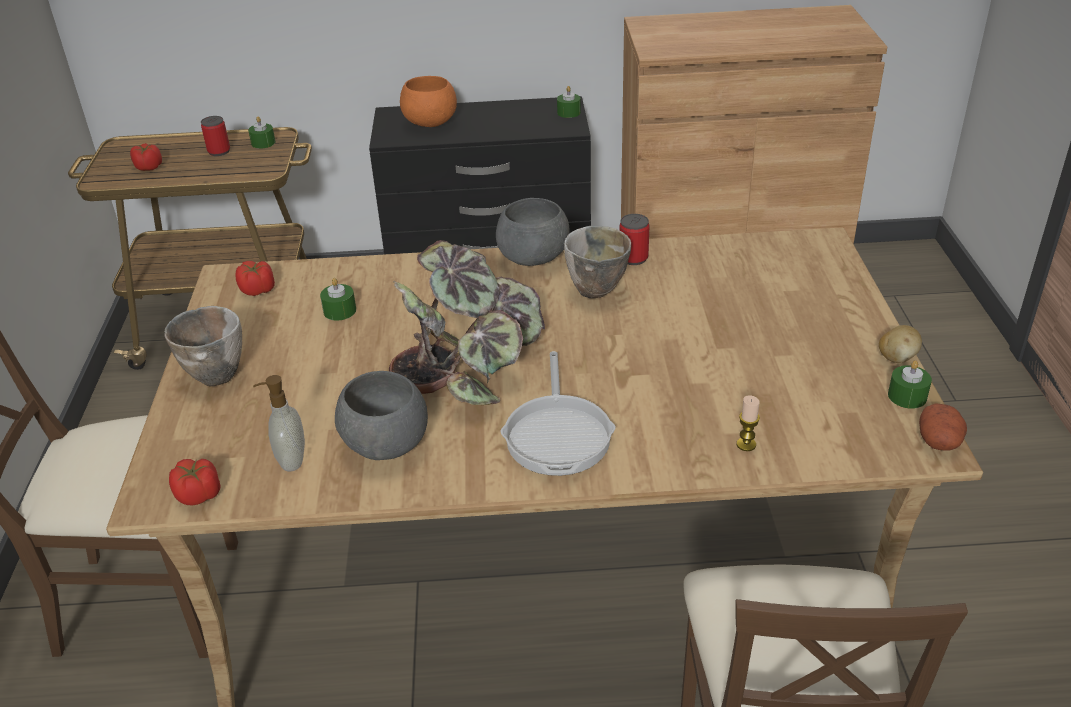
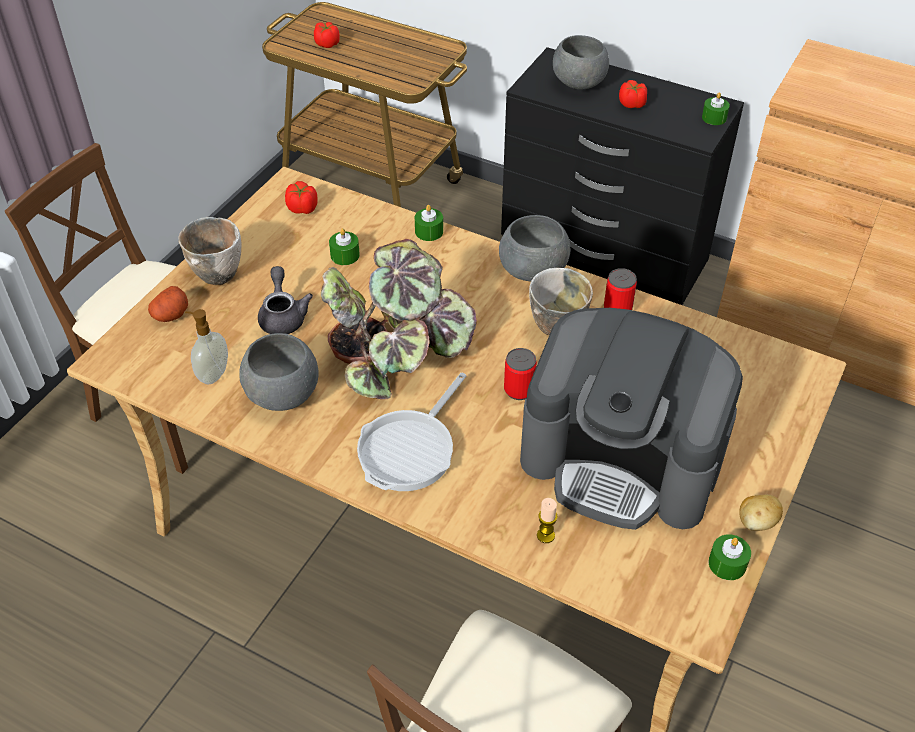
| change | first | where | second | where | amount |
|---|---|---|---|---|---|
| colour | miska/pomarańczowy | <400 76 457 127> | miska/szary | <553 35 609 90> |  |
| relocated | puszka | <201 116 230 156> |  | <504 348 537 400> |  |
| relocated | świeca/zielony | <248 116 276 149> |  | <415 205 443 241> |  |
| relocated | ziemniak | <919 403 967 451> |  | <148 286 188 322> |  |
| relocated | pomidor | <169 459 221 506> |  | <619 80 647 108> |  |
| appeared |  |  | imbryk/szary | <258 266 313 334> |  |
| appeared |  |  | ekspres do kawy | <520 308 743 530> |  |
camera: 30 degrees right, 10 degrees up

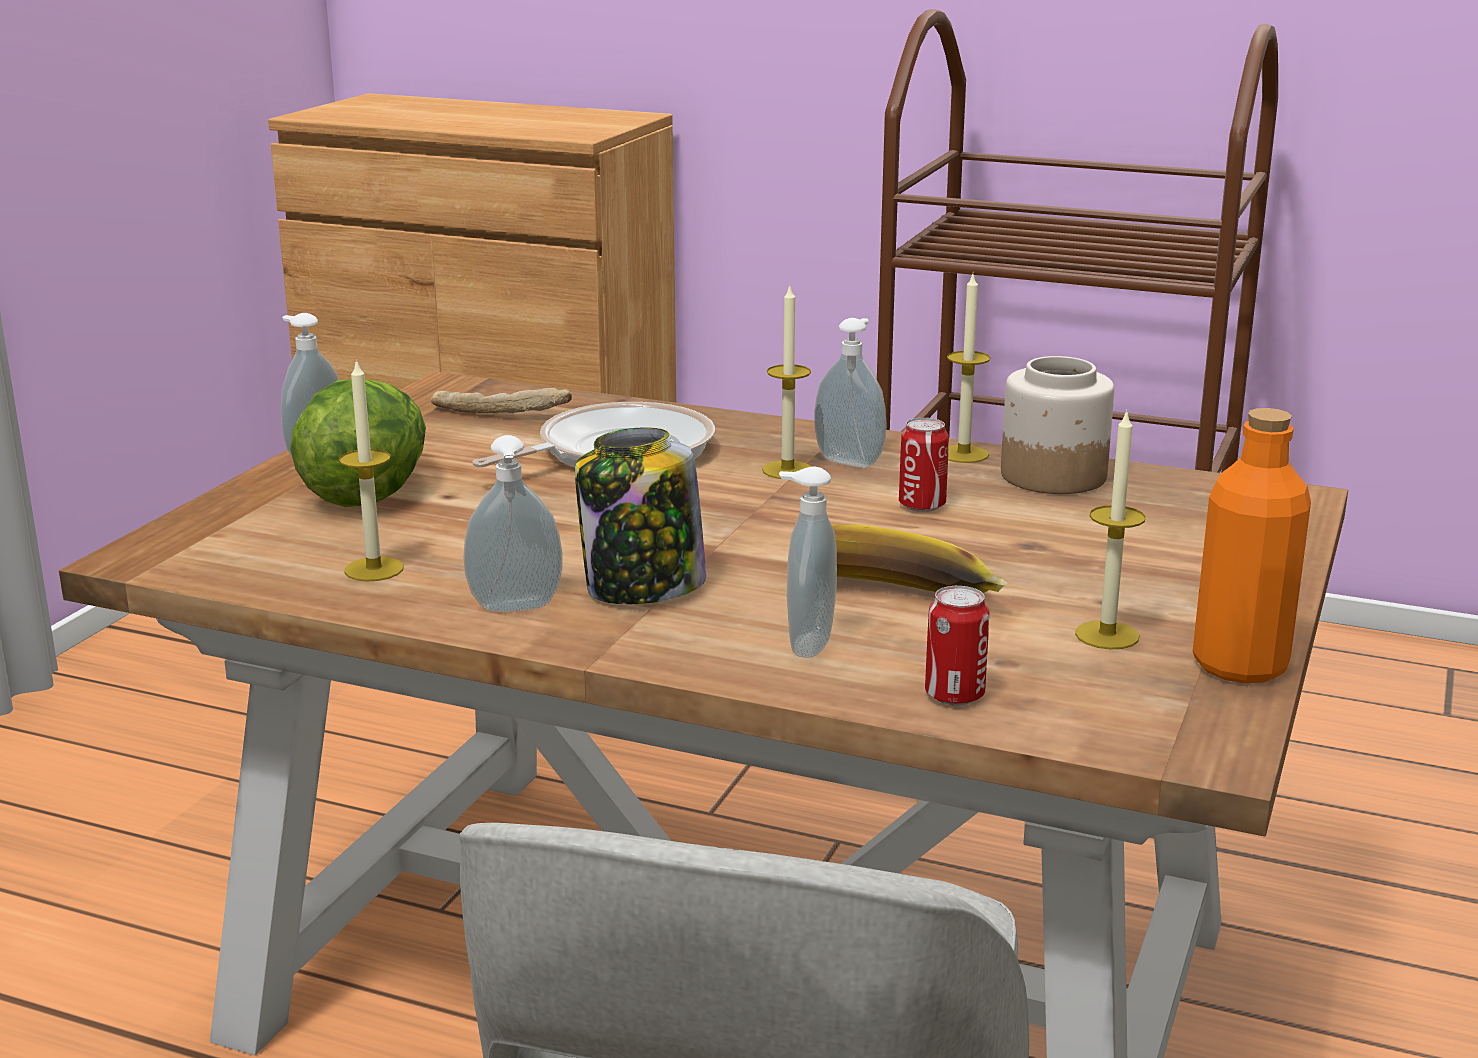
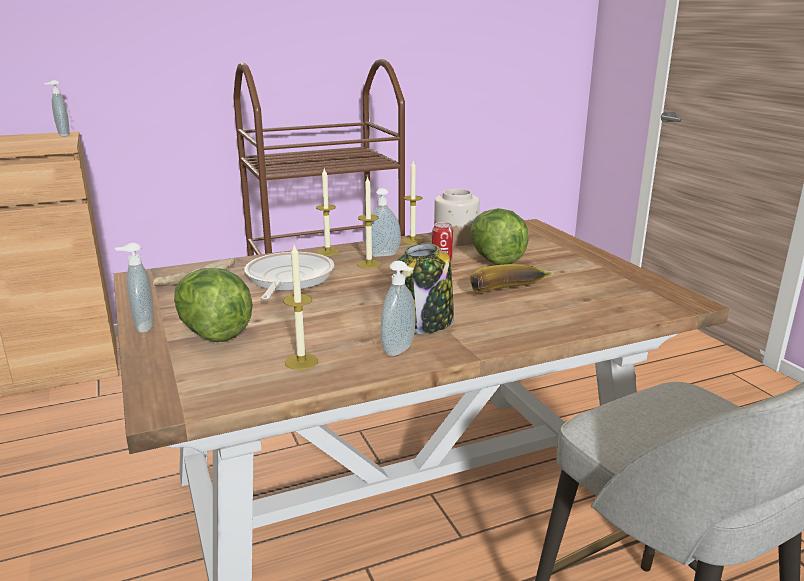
| change | first | where | second | where | amount |
|---|---|---|---|---|---|
| missing | butelka/pomarańczowy | <1193 408 1311 683> |  |  |  |
| relocated | świeca | <1075 409 1146 649> |  | <316 169 339 256> |  |
| relocated | dozownik mydła | <779 467 837 658> |  | <44 80 70 137> |  |
| missing | puszka | <925 586 989 705> |  |  |  |
| appeared |  |  | sałata | <470 208 529 265> |  |
camera: 45 degrees left, 0 degrees up

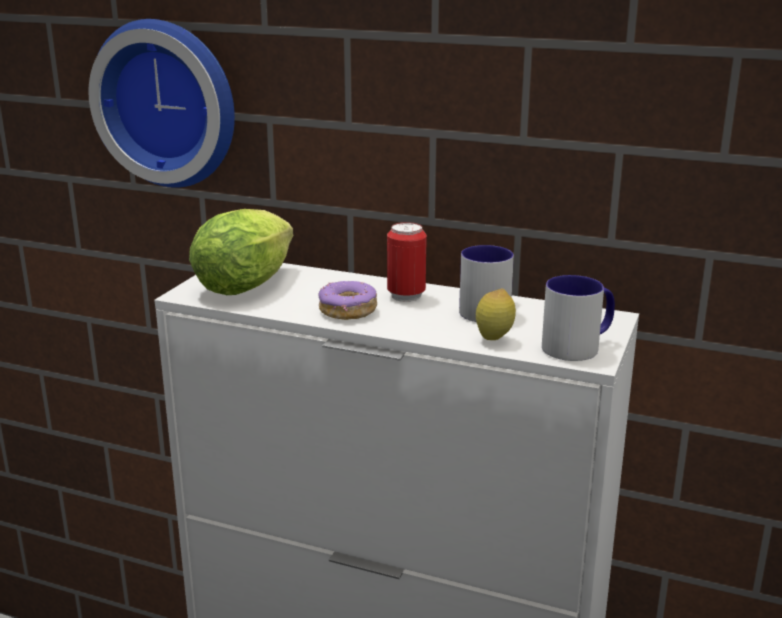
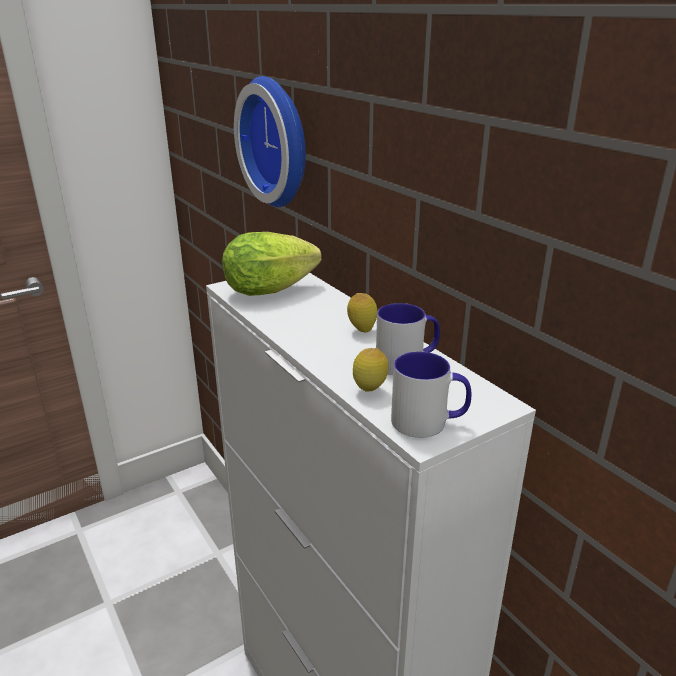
| change | first | where | second | where | amount |
|---|---|---|---|---|---|
| exchanged | puszka | <387 222 427 302> | cytryna | <347 293 378 332> |  |
| missing | donut | <318 281 377 320> |  |  |  |
camera: 35 degrees right, 5 degrees up

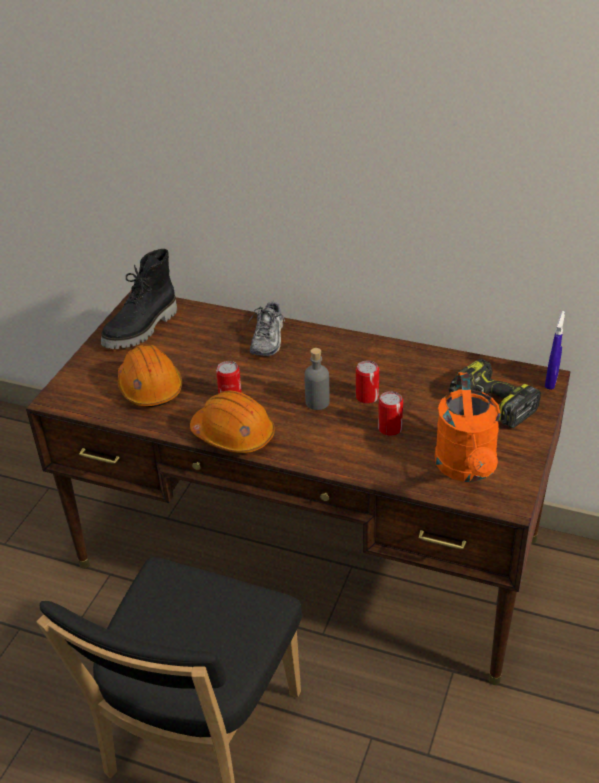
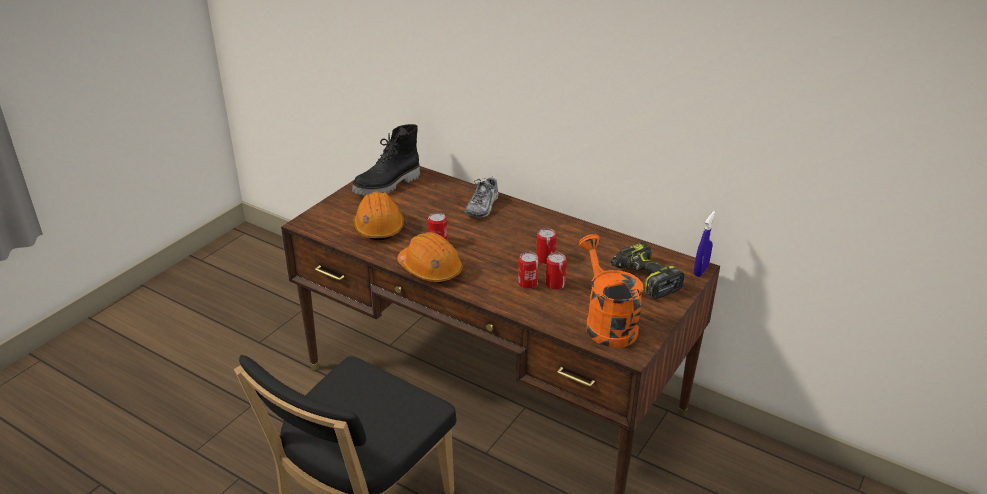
| change | first | where | second | where | amount |
|---|---|---|---|---|---|
| missing | butelka/szary | <304 348 330 410> |  |  |  |
| spun | konewka/pomarańczowy | <435 372 501 482> |  | <579 234 644 348> | 150 degrees clockwise |
| appeared |  |  | puszka | <518 252 539 289> |  |
camera: 10 degrees right, 5 degrees down

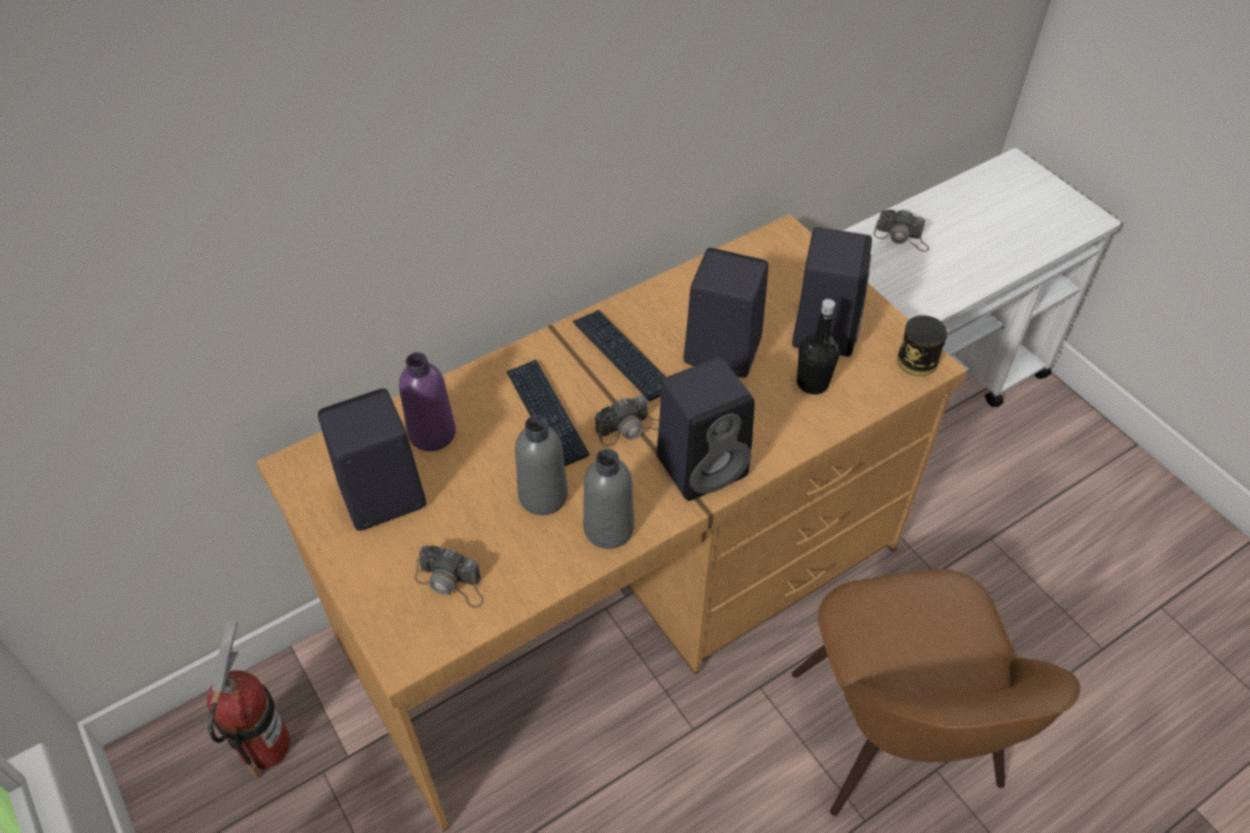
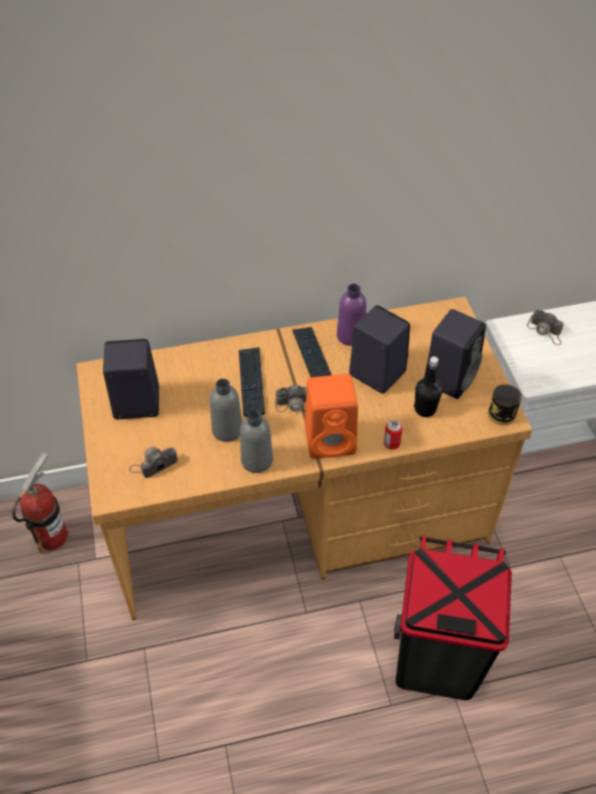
| change | first | where | second | where | amount |
|---|---|---|---|---|---|
| relocated | butelka/fioletowy | <399 352 456 451> |  | <337 284 366 346> |  |
| colour | głośnik/czarny | <657 357 755 501> | głośnik/pomarańczowy | <305 374 358 459> |  |
| spun | aparat fotograficzny | <414 545 484 608> |  | <129 447 178 478> | 105 degrees clockwise |
| exchanged | krzesło/brązowy | <792 569 1080 816> | kosz na śmieci/czarny | <394 535 512 700> |  |
| appeared |  |  | puszka | <384 420 403 450> |  |
camera: 20 degrees right, 0 degrees up

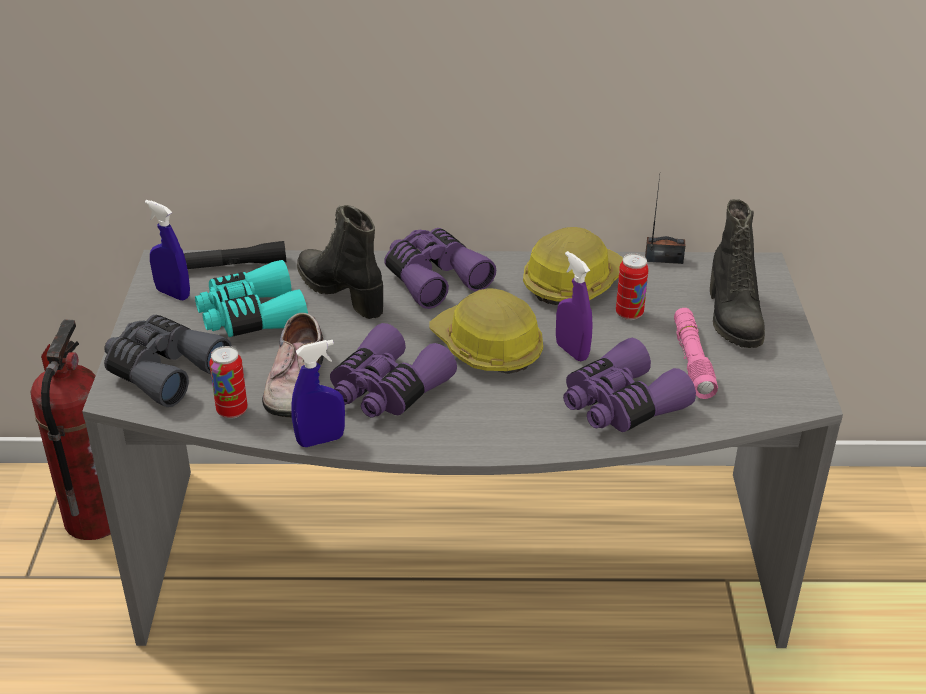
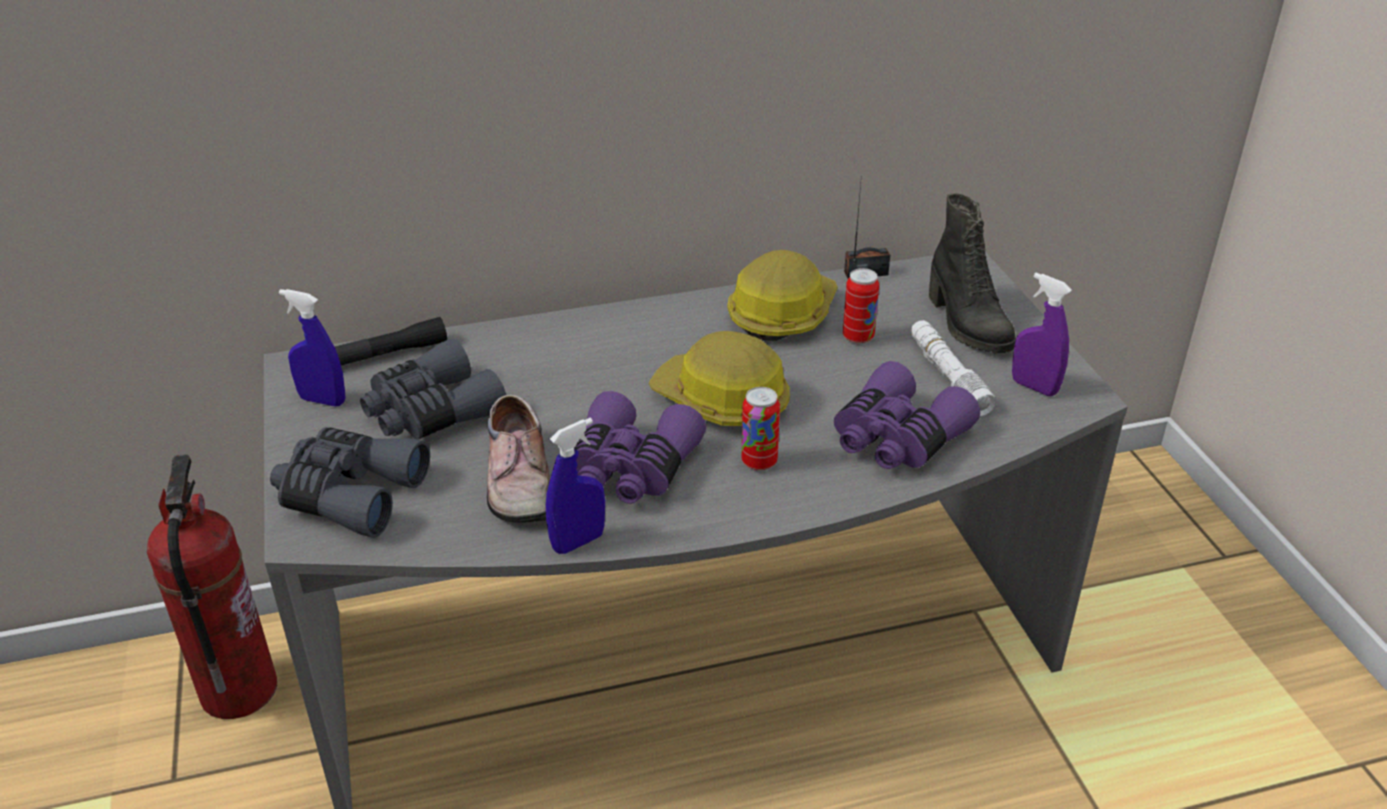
| change | first | where | second | where | amount |
|---|---|---|---|---|---|
| missing | but z cholewką/czarny | <297 205 383 319> |  |  |  |
| missing | lornetka/fioletowy | <384 228 496 309> |  |  |  |
| relocated | spryskiwacz/fioletowy | <556 251 593 361> |  | <1012 273 1072 396> |  |
| colour | lornetka/turkusowy | <195 260 308 337> | lornetka/szary | <360 338 506 440> |  |
| colour | latarka/różowy | <674 308 718 399> | latarka/biały | <911 320 996 416> |  |
| relocated | puszka | <209 346 248 419> |  | <741 387 780 471> |  |
camera: 15 degrees left, 0 degrees up

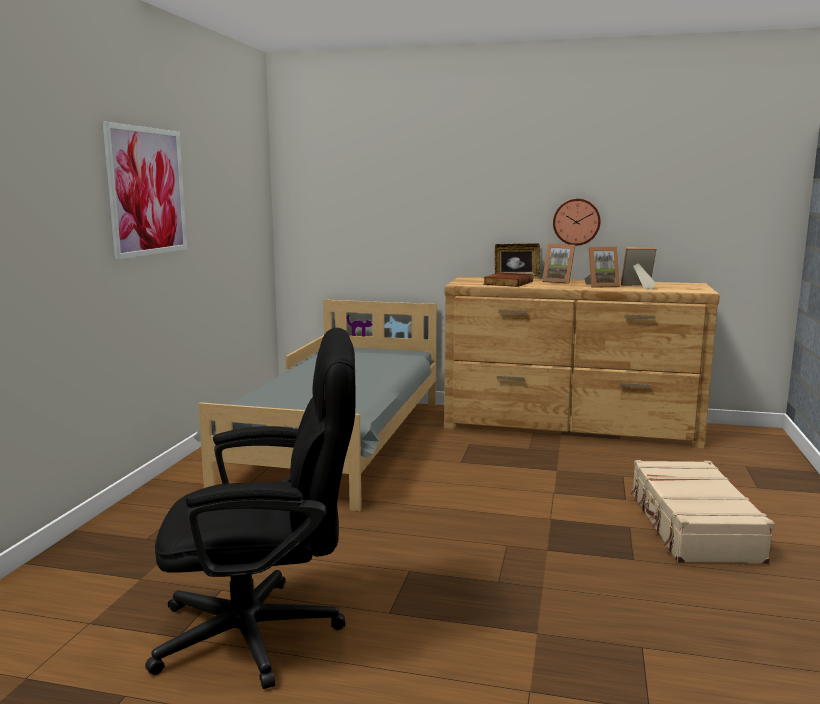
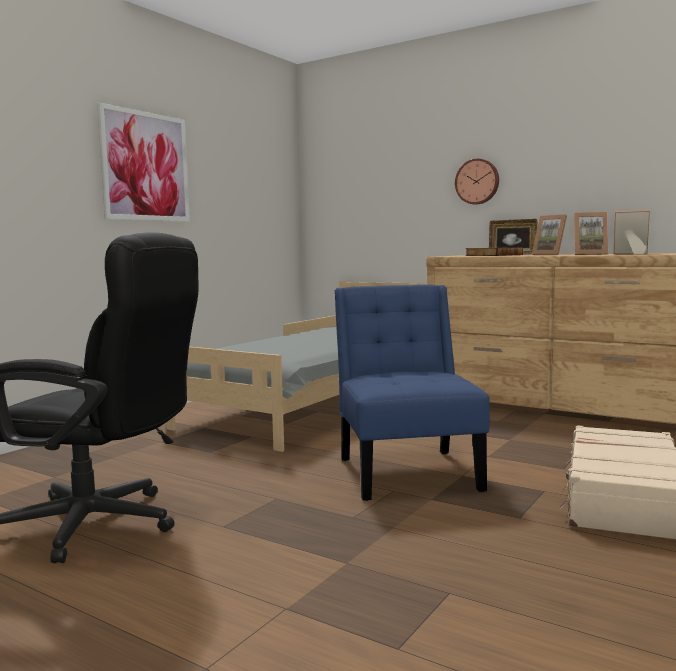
| change | first | where | second | where | amount |
|---|---|---|---|---|---|
| relocated | zegar ścienny | <553 199 601 246> |  | <455 158 499 205> |  |
| appeared |  |  | krzesło/niebieski | <335 285 490 501> |  |
camera: 20 degrees right, 5 degrees down

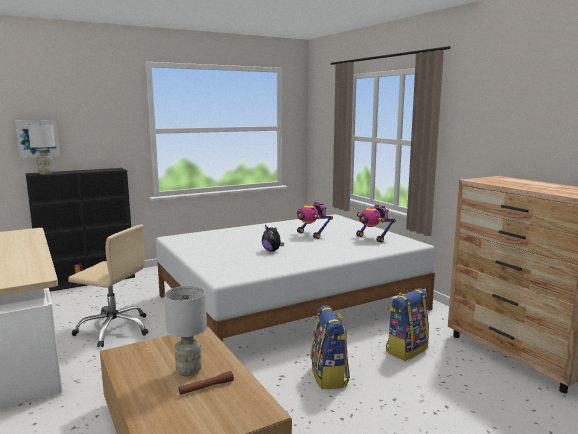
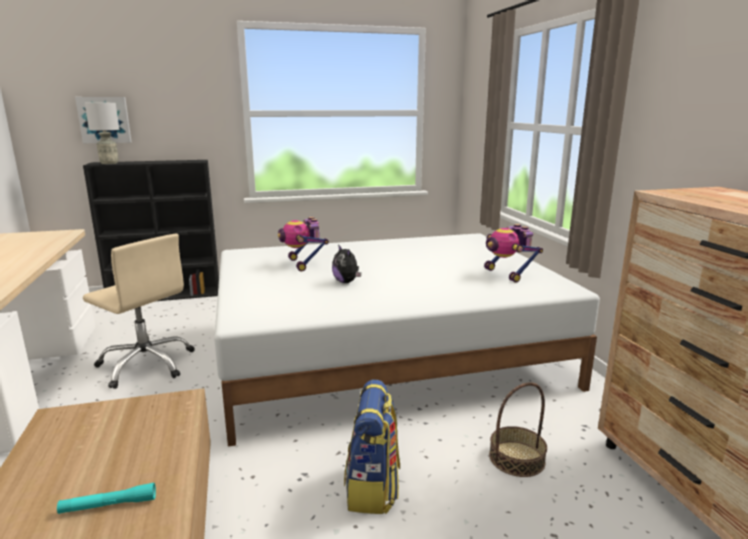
| change | first | where | second | where | amount |
|---|---|---|---|---|---|
| relocated | robot zabawkowy | <297 202 333 239> |  | <278 217 329 271> |  |
| missing | lampa stołowa/szary | <164 286 207 377> |  |  |  |
| exchanged | plecak | <386 288 429 361> | koszyk | <489 382 547 477> |  |
| colour | latarka/brązowy | <179 371 234 395> | latarka/turkusowy | <57 483 156 514> |  |
camera: 15 degrees right, 5 degrees up

